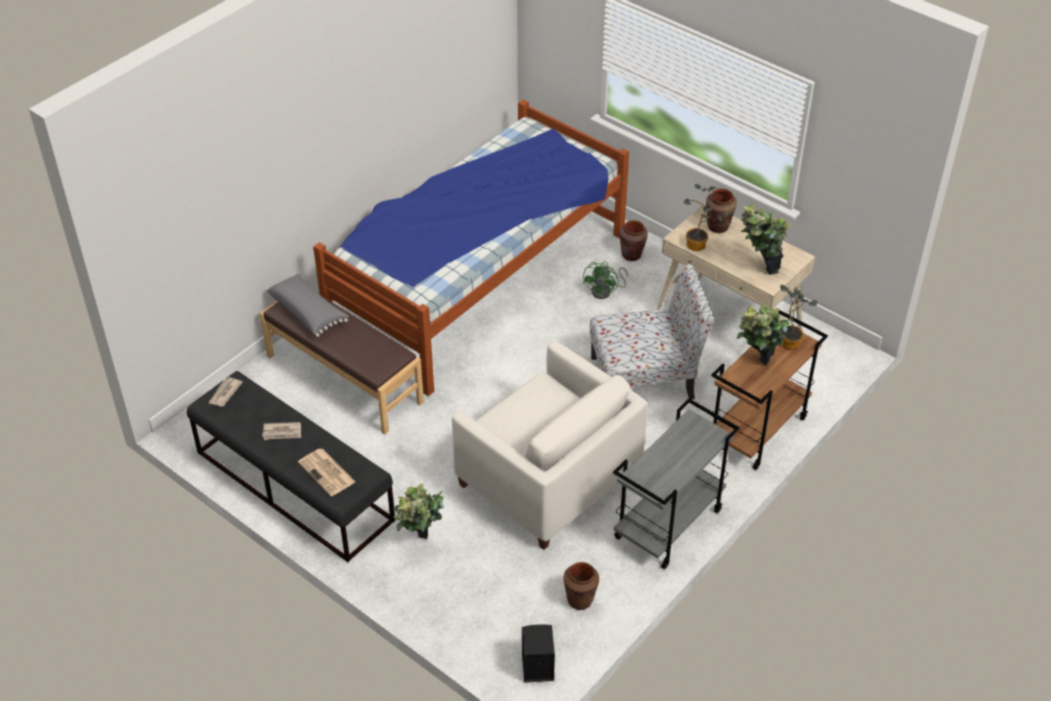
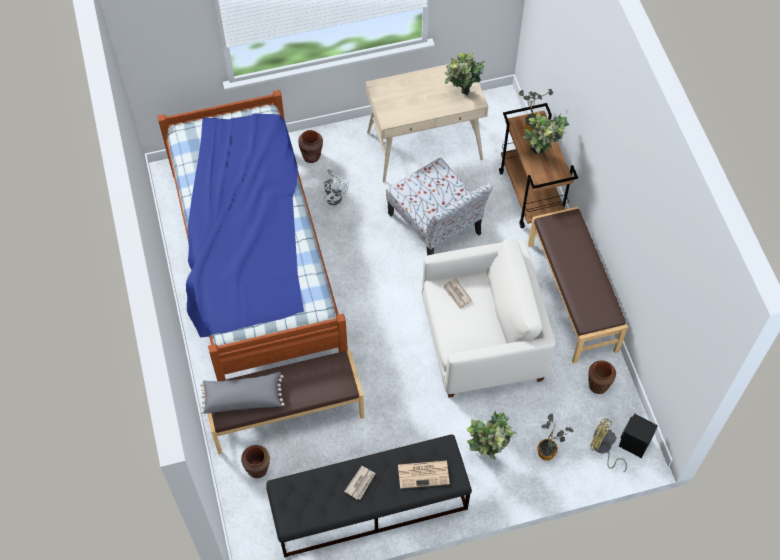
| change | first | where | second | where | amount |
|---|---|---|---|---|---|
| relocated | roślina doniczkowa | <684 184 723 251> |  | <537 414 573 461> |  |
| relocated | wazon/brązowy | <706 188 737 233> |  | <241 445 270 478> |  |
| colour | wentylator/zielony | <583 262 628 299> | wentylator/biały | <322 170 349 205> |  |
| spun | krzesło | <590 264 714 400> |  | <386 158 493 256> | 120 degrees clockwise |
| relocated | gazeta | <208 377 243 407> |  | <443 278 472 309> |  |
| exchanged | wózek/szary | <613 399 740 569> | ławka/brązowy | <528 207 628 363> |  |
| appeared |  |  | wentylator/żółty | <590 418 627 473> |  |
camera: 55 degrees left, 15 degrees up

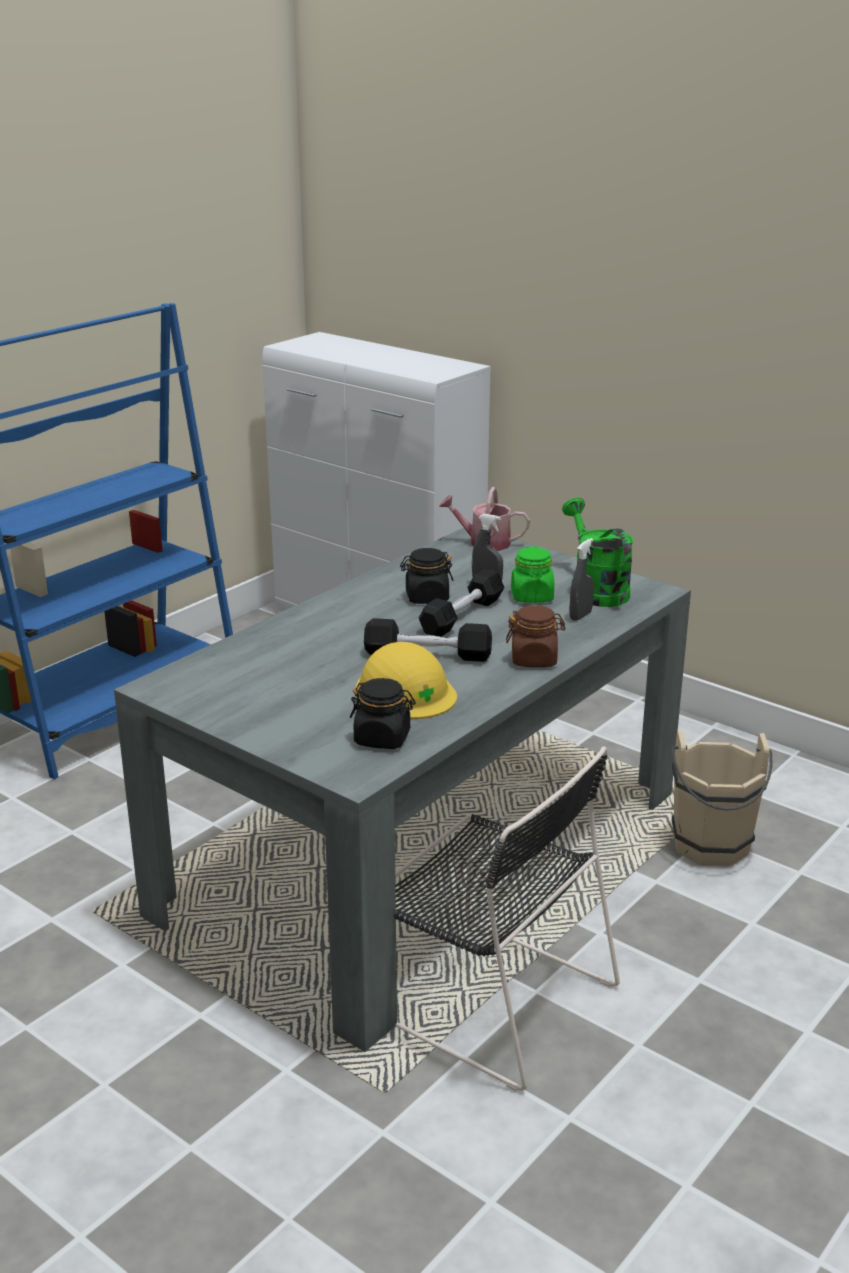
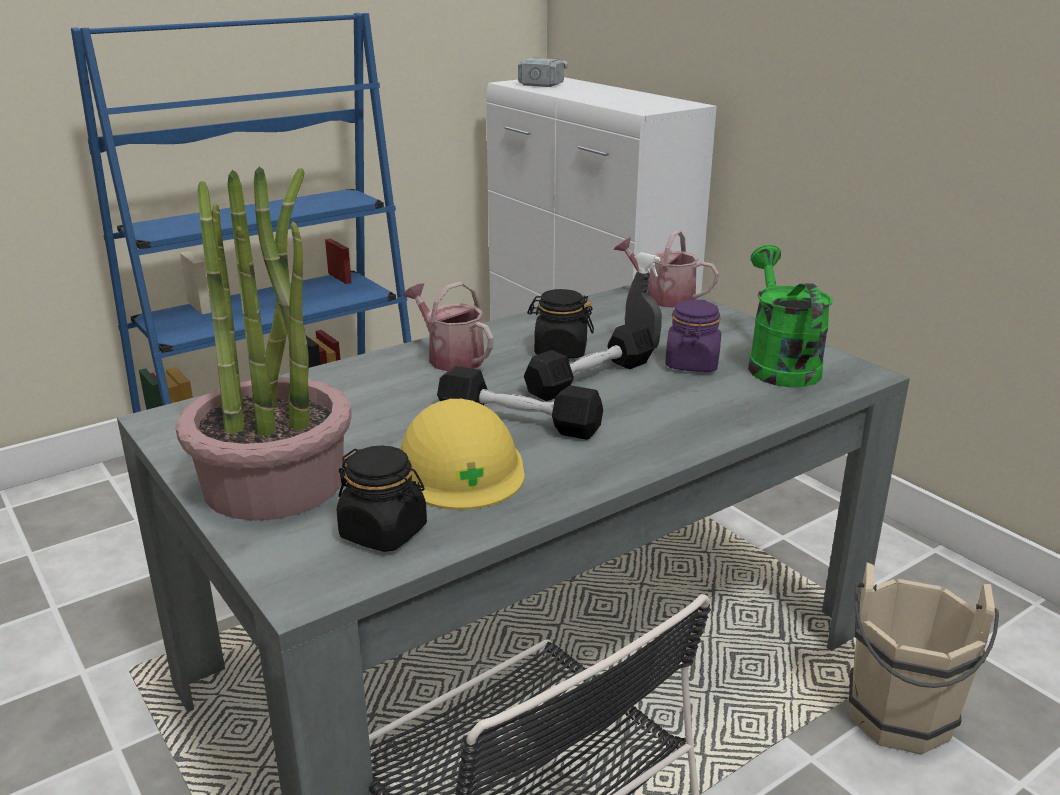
| change | first | where | second | where | amount |
|---|---|---|---|---|---|
| missing | spryskiwacz/szary | <569 538 594 621> |  |  |  |
| colour | słoik/zielony | <511 546 554 603> | słoik/fioletowy | <665 299 721 372> |  |
| missing | słoik/brązowy | <506 605 566 667> |  |  |  |
| appeared |  |  | młotek | <518 57 568 87> |  |
| appeared |  |  | roślina doniczkowa | <175 167 351 521> |  |
| appeared |  |  | konewka | <403 282 494 371> |  |
camera: 15 degrees right, 0 degrees up

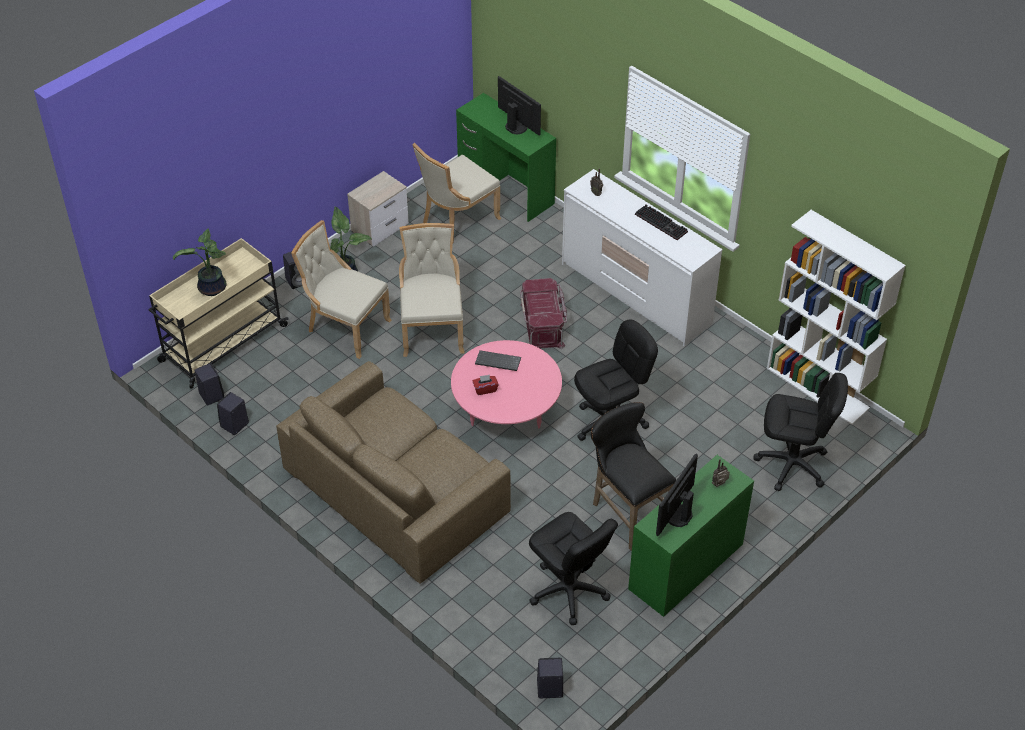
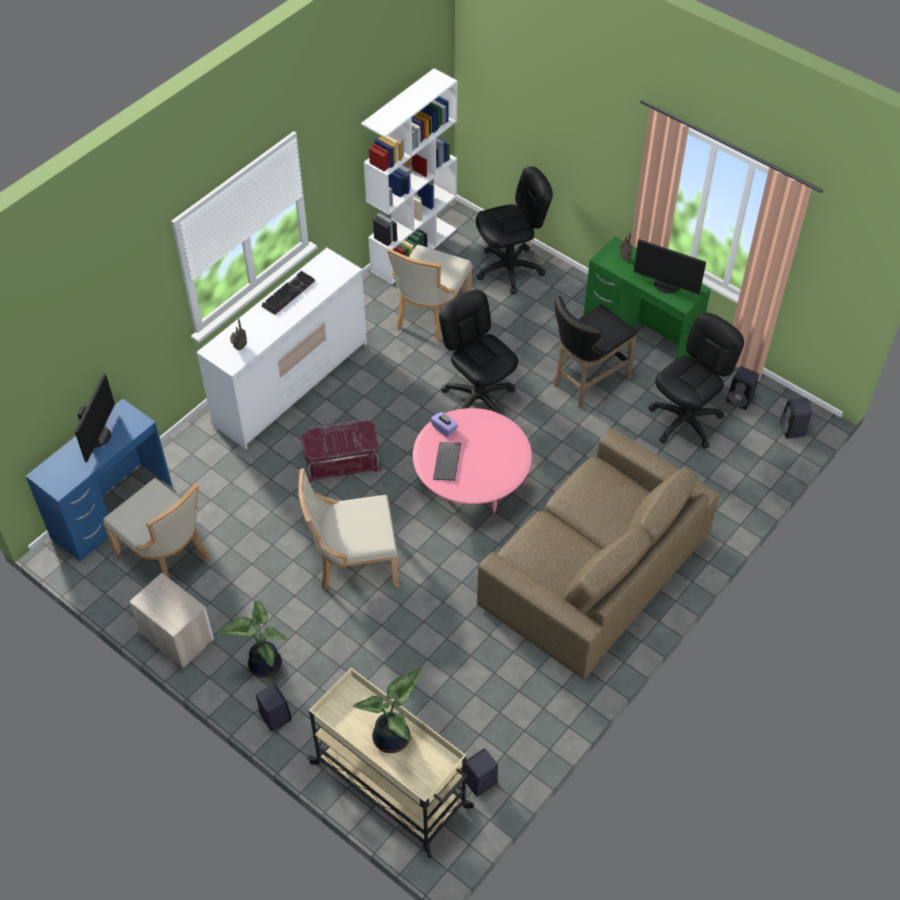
| change | first | where | second | where | amount |
|---|---|---|---|---|---|
| spun | monitor | <498 76 541 136> |  | <75 373 115 462> | 150 degrees clockwise |
| colour | biurko/zielony | <456 93 556 222> | biurko/niebieski | <26 399 172 562> |  |
| relocated | krzesło/beżowy | <291 220 391 359> |  | <387 245 472 342> |  |
| spun | krzesło biurowe/czarny | <753 373 848 491> |  | <476 166 553 294> | 60 degrees clockwise |
| missing | pudełko chusteczek/czerwony | <473 375 499 395> |  |  |  |
| relocated | głośnik/czarny | <217 392 249 435> |  | <727 366 759 410> |  |
| appeared |  |  | pudełko chusteczek/fioletowy | <431 412 458 437> |  |
camera: 95 degrees left, 5 degrees up

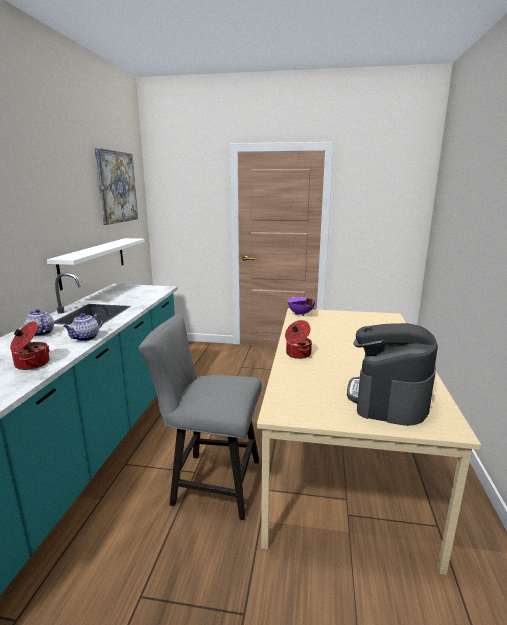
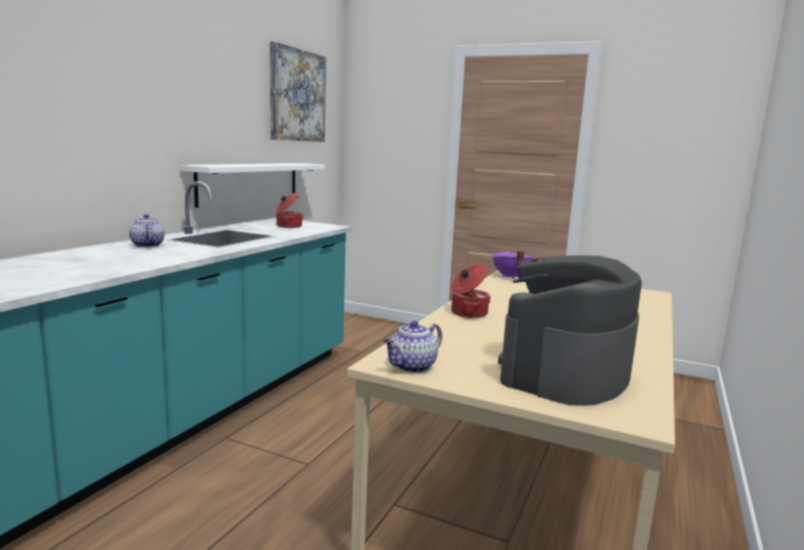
| change | first | where | second | where | amount |
|---|---|---|---|---|---|
| relocated | imbryk | <63 313 103 341> |  | <383 321 442 373> |  |
| missing | krzesło/szary | <139 314 262 520> |  |  |  |
| relocated | garnek | <10 321 50 370> |  | <276 193 303 228> |  |
camera: 15 degrees right, 5 degrees down

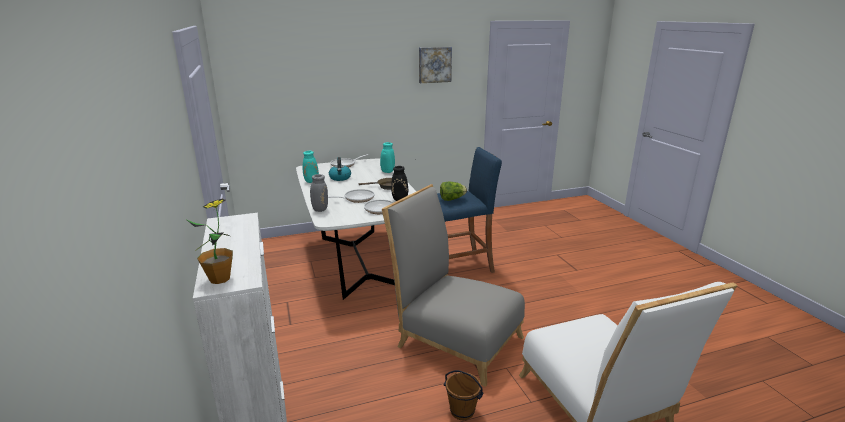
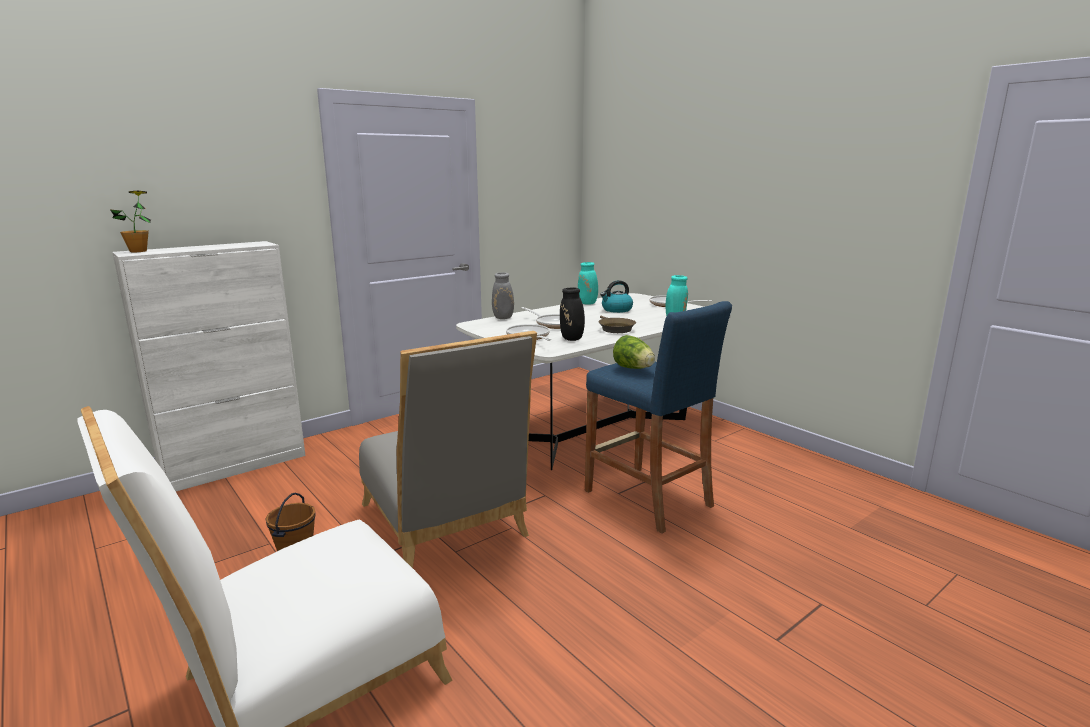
| change | first | where | second | where | amount |
|---|---|---|---|---|---|
| missing | obraz | <419 47 452 83> |  |  |  |
| spun | krzesło/szary | <382 184 525 387> |  | <359 331 537 568> | 135 degrees clockwise |
camera: 70 degrees right, 5 degrees down

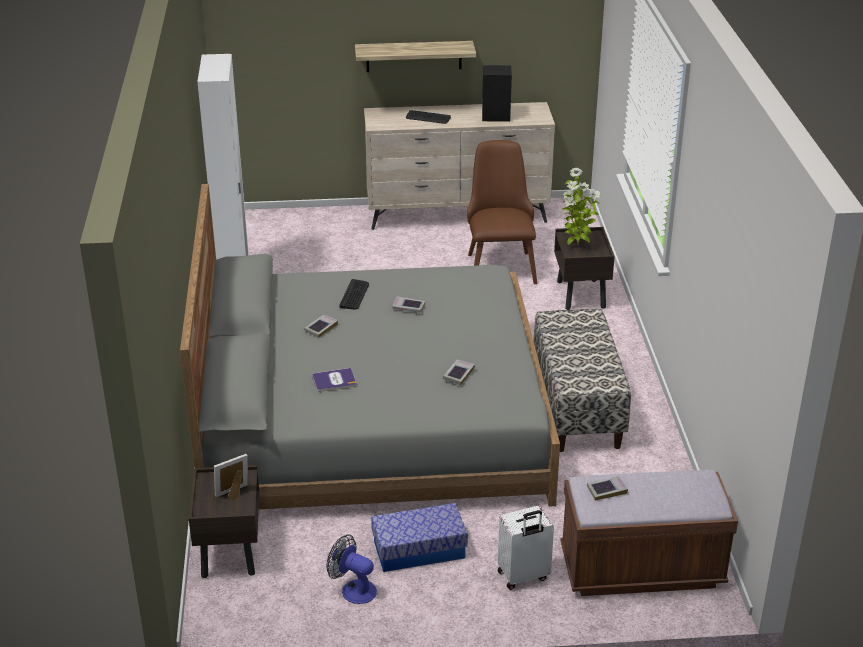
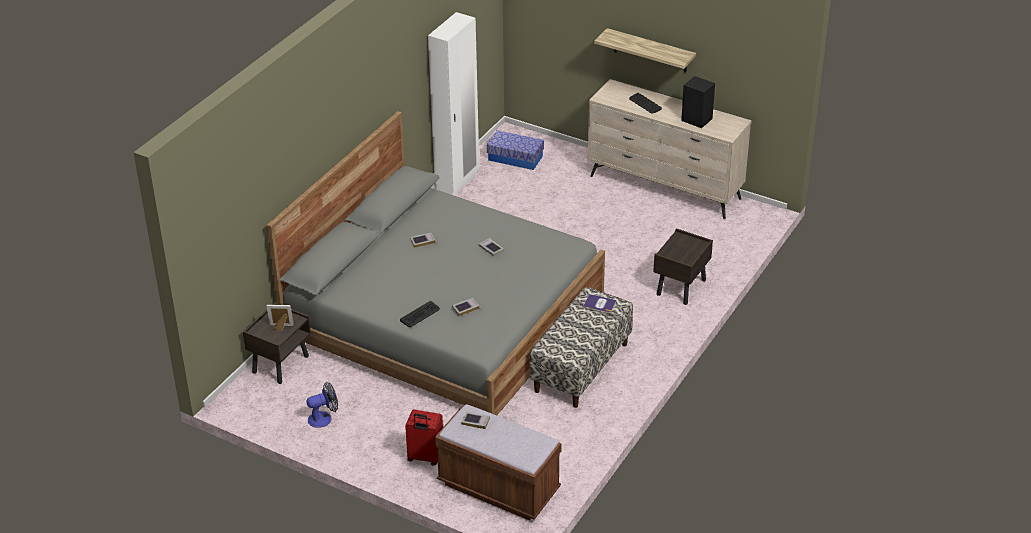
| change | first | where | second | where | amount |
|---|---|---|---|---|---|
| missing | krzesło/brązowy | <467 140 537 284> |  |  |  |
| missing | roślina doniczkowa | <562 168 601 245> |  |  |  |
| relocated | klawiatura | <340 279 369 310> |  | <400 301 440 327> |  |
| relocated | książka | <312 368 356 392> |  | <583 294 617 313> |  |
| relocated | pojemnik do przechowywania | <371 503 468 572> |  | <487 130 544 170> |  |
| colour | walizka/biały | <498 506 554 590> | walizka/czerwony | <405 409 443 466> |  |
| spun | wentylator | <326 534 377 604> |  | <307 382 338 428> | 90 degrees clockwise |
camera: 35 degrees right, 5 degrees up

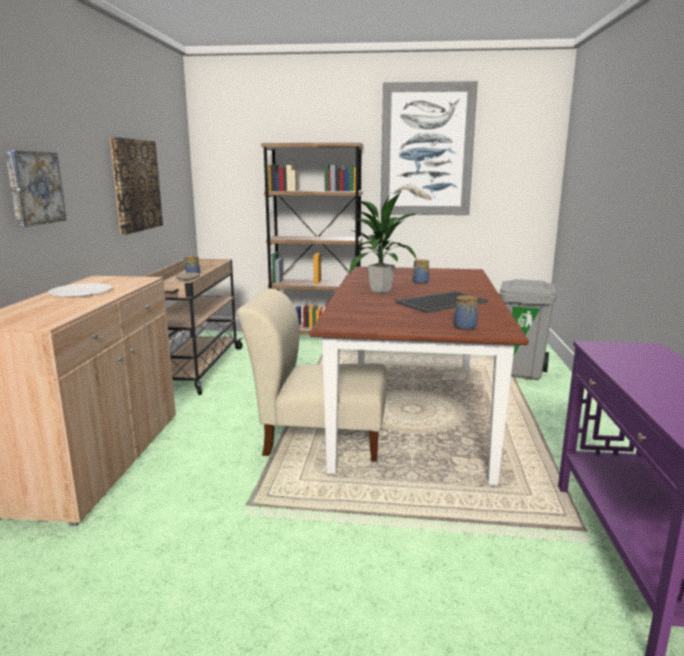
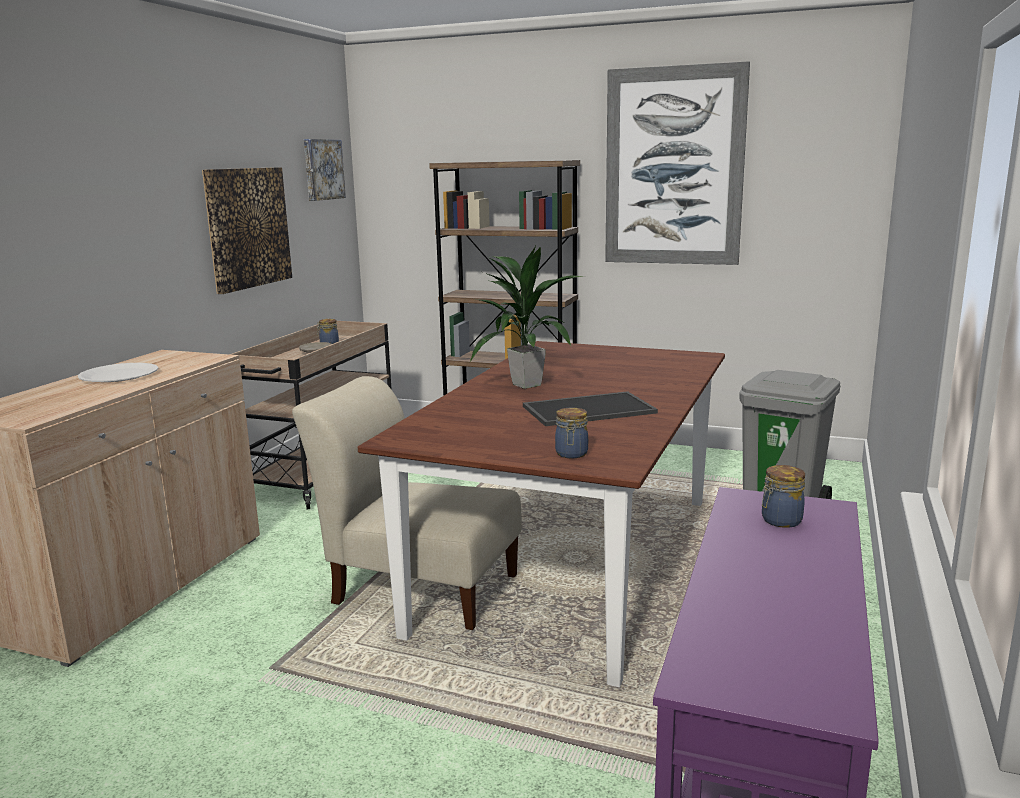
| change | first | where | second | where | amount |
|---|---|---|---|---|---|
| relocated | obraz | <5 150 67 227> |  | <304 139 346 201> |  |
| relocated | słoik | <413 259 429 284> |  | <762 465 805 528> |  |
camera: 15 degrees right, 0 degrees up

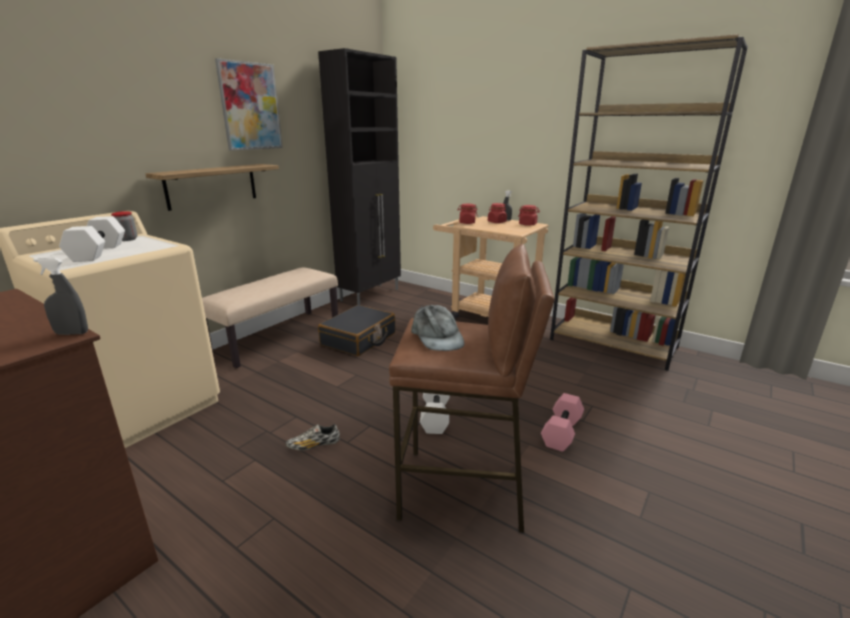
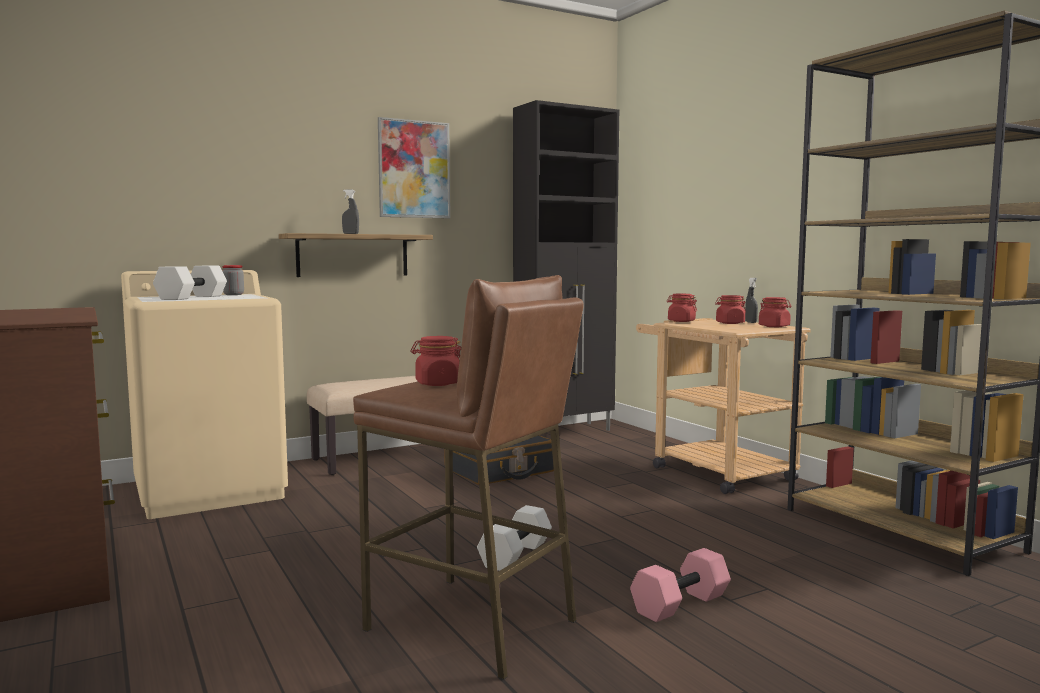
| change | first | where | second | where | amount |
|---|---|---|---|---|---|
| relocated | spryskiwacz/szary | <33 258 88 335> |  | <342 189 359 234> |  |
| exchanged | czapka z daszkiem/szary | <411 305 464 351> | słoik/czerwony | <410 336 461 386> |  |
| missing | but | <286 424 340 450> |  |  |  |
camera: 25 degrees right, 15 degrees down

